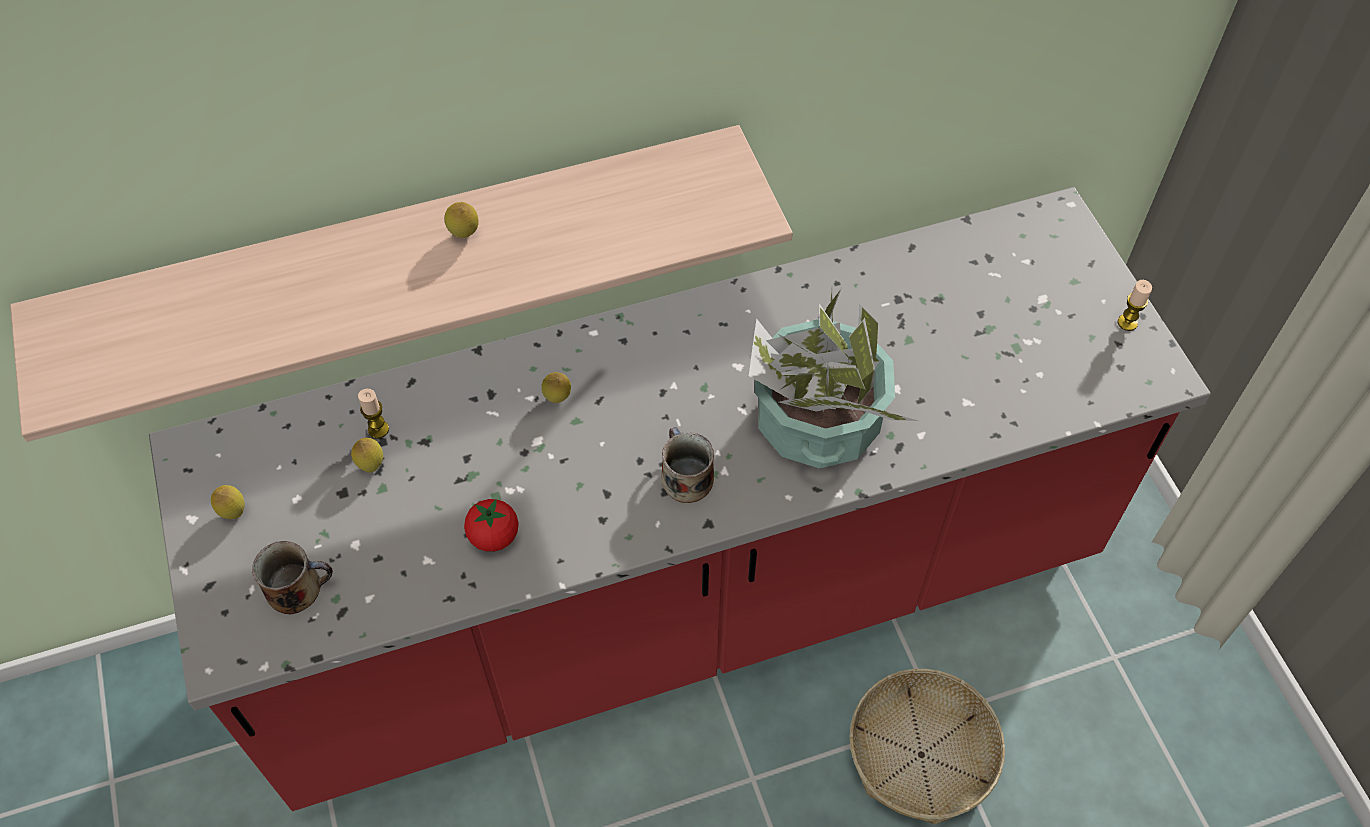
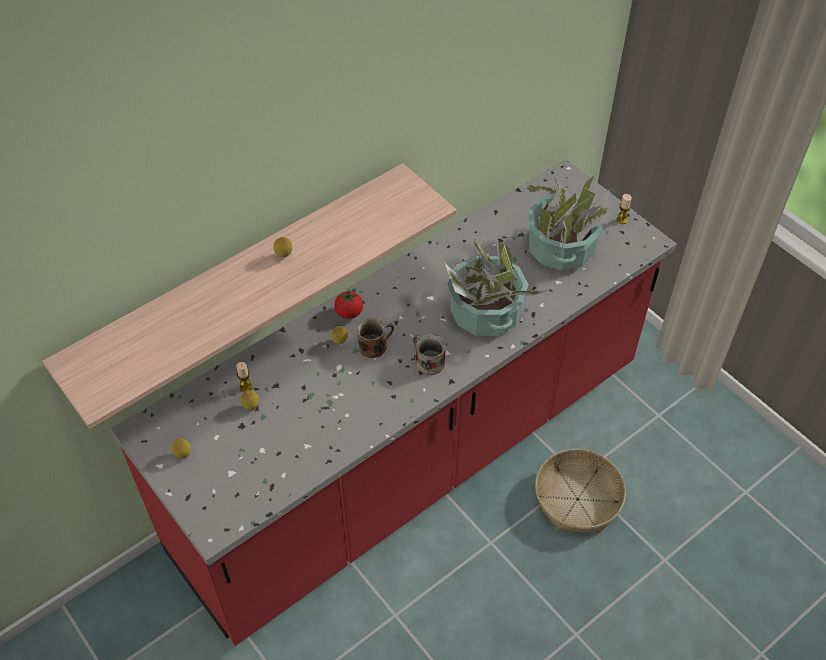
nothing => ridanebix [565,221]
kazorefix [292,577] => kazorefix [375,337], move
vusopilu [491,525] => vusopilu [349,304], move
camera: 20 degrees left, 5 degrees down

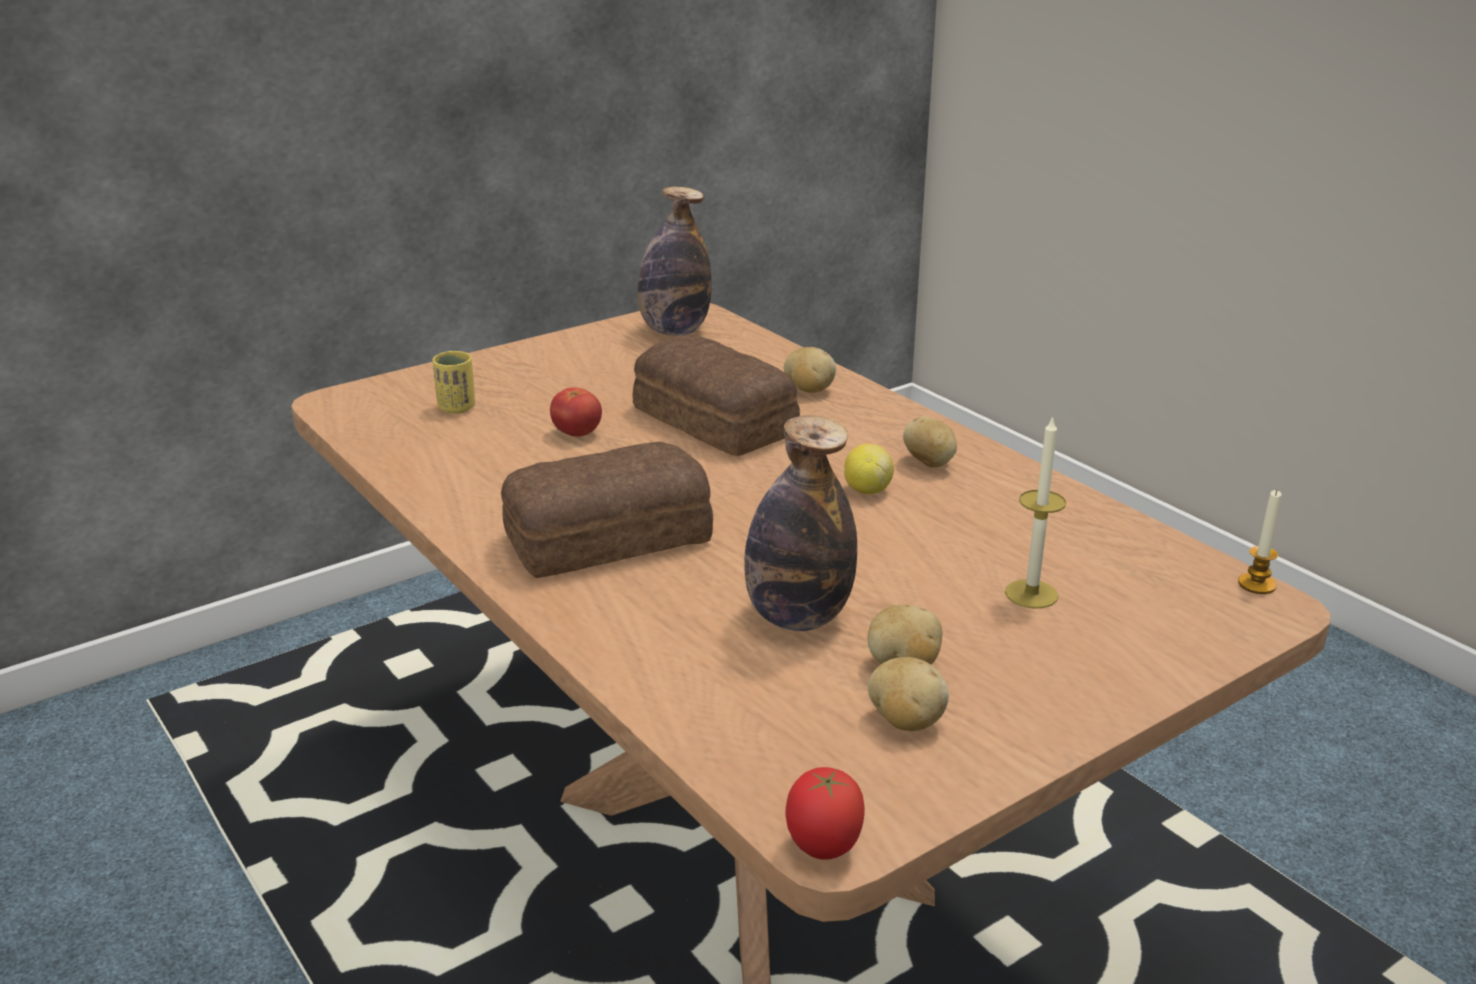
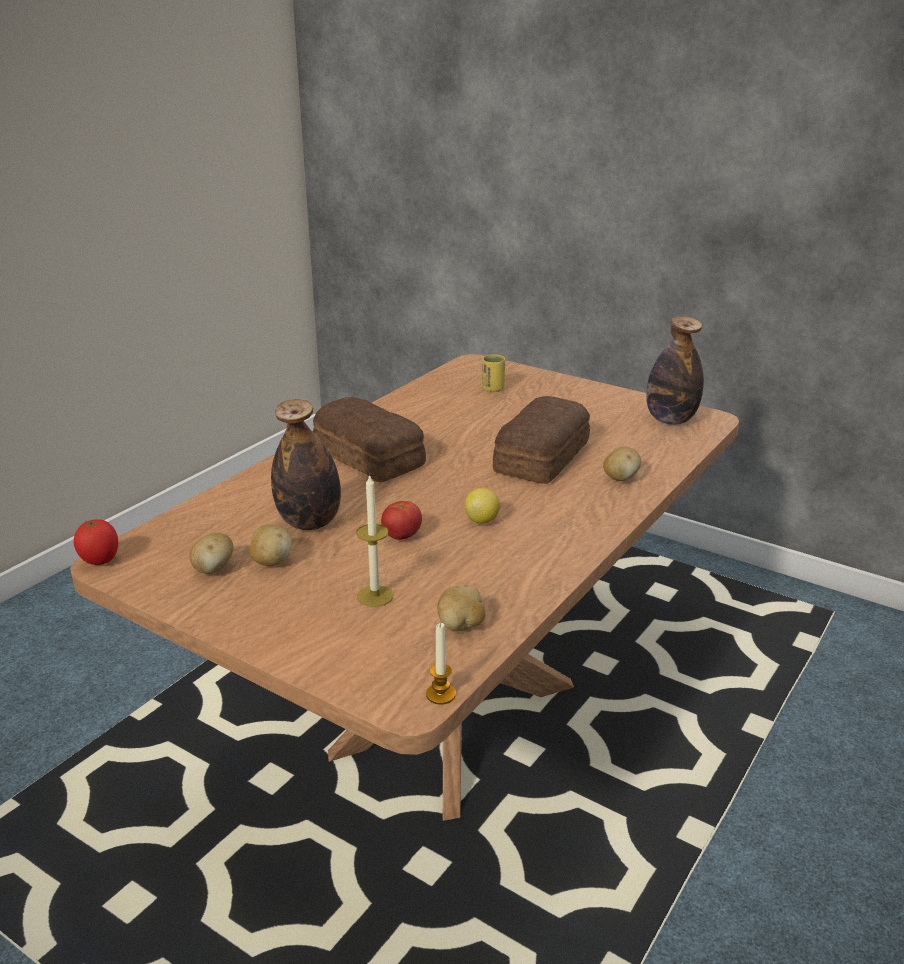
vusopilu [576,412] => vusopilu [401,520], move
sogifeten [930,442] => sogifeten [461,608], move
camera: 70 degrees right, 0 degrees up

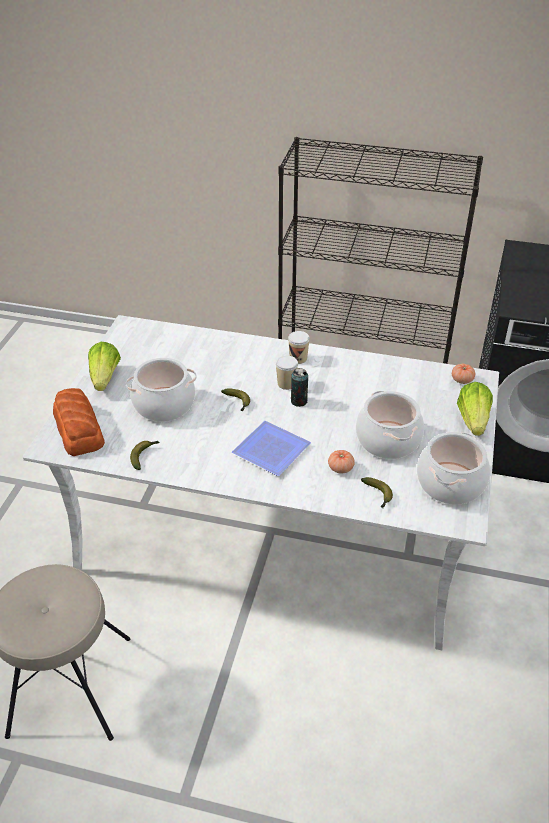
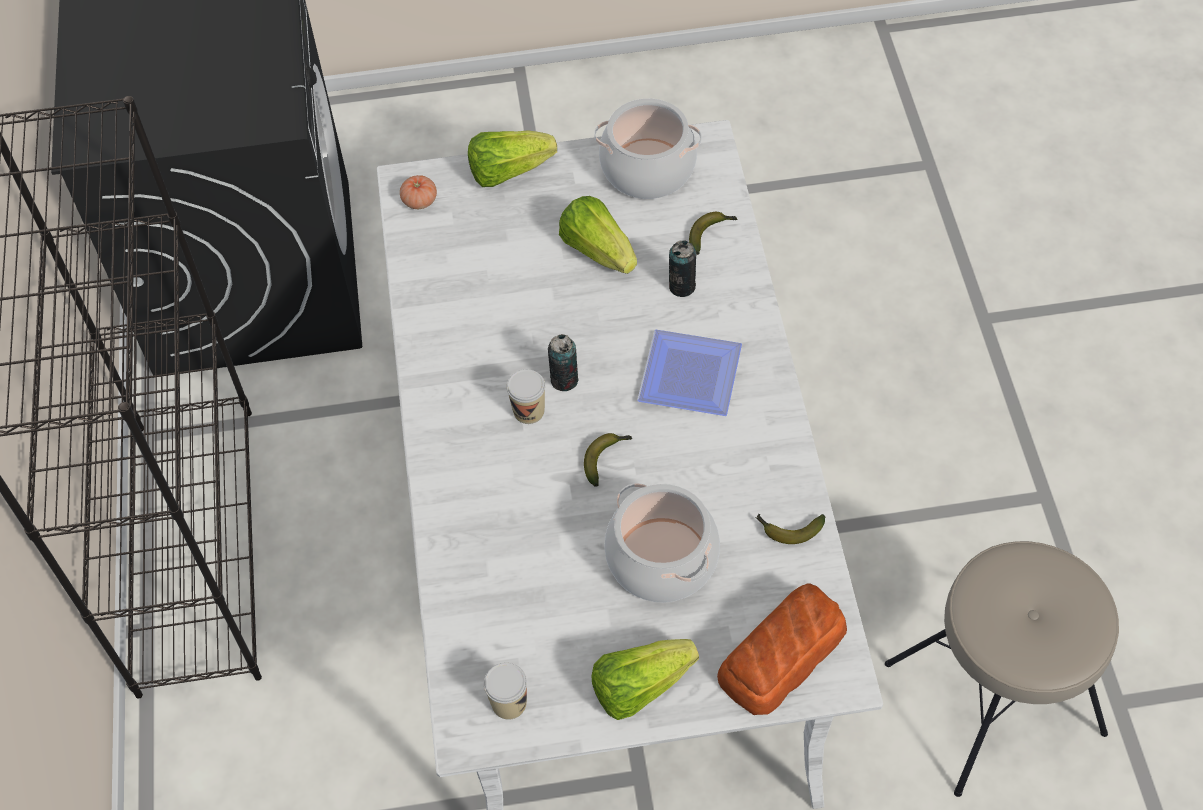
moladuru [299,347] => moladuru [505,691], move
vusopilu [341,462] => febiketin [683,268]
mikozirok [390,425] => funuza [598,235]
camera: 110 degrees left, 15 degrees up

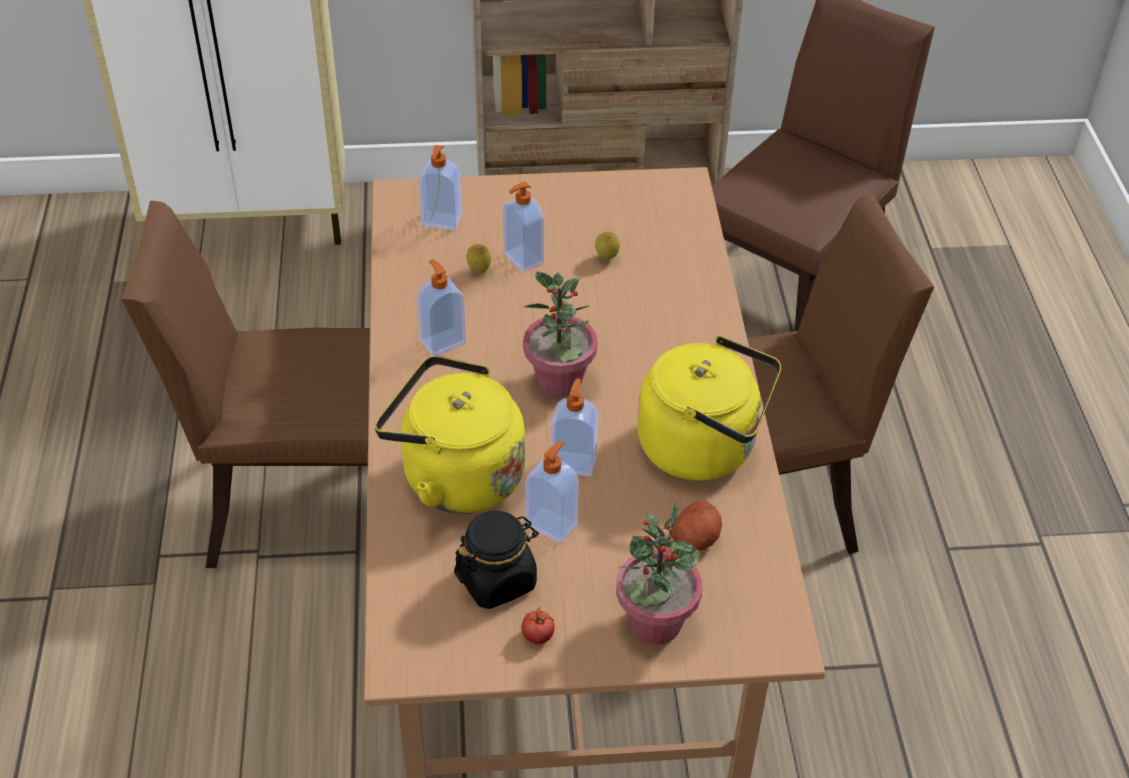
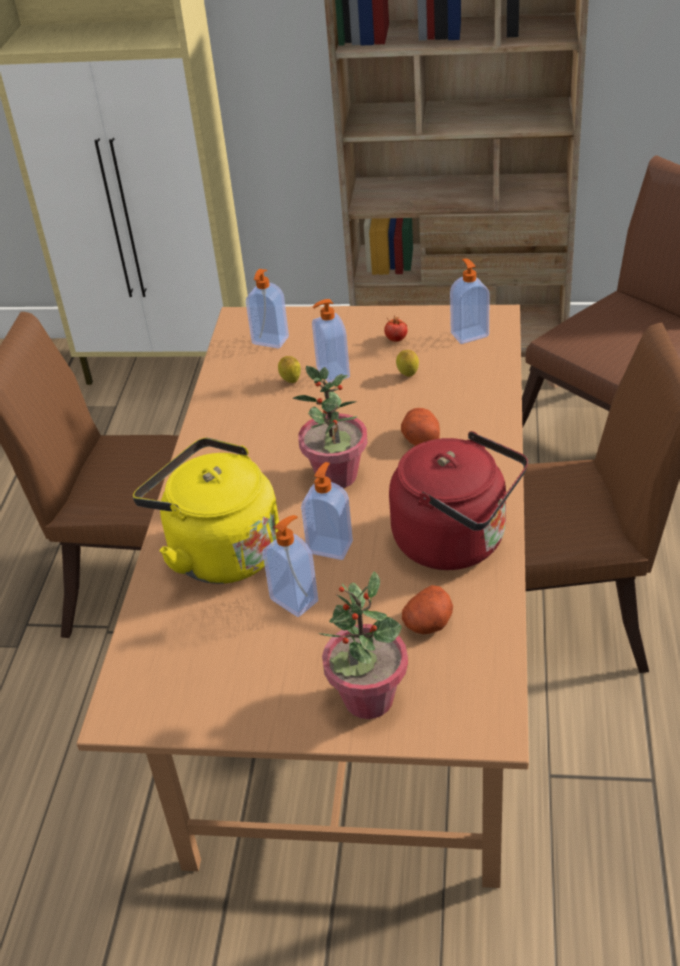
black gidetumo [496,560] => nothing
nothing => sogifeten [420,427]
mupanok [441,308] => mupanok [470,301], move
vusopilu [538,625] => vusopilu [395,329], move
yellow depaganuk [709,408] => red depaganuk [458,500]
camera: 15 degrees right, 5 degrees down

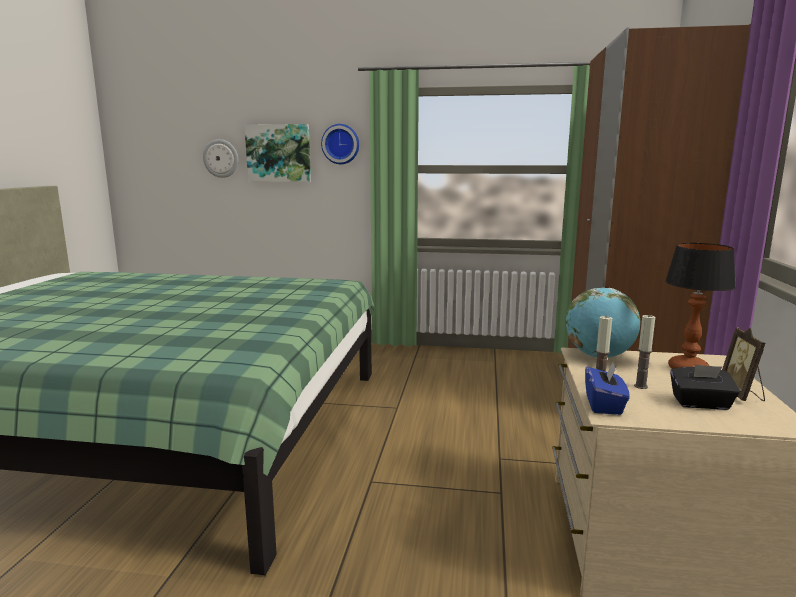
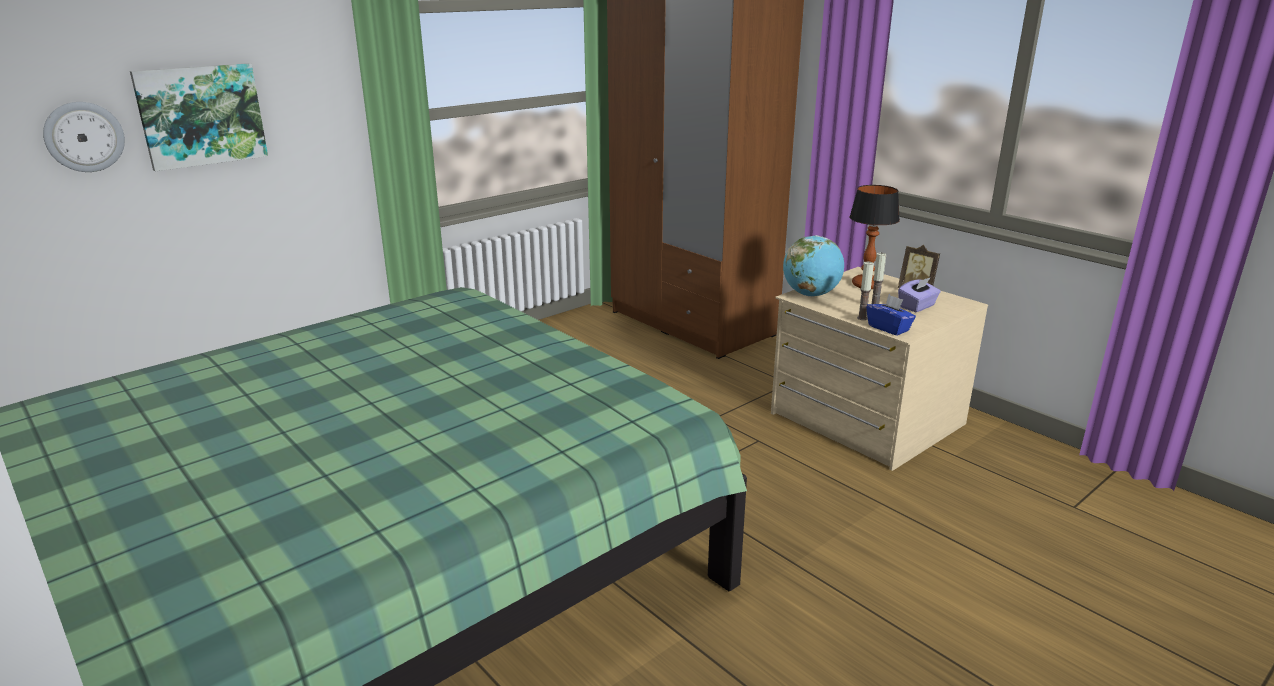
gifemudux [340,144] => nothing
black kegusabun [705,387] => purple kegusabun [919,294]
camera: 50 degrees left, 10 degrees up

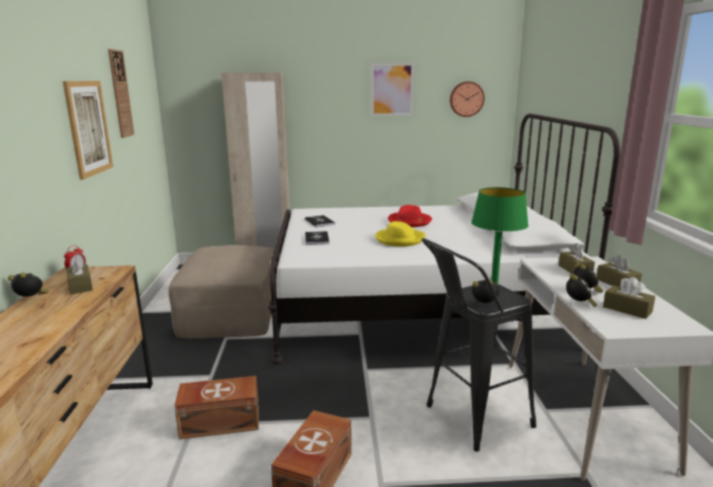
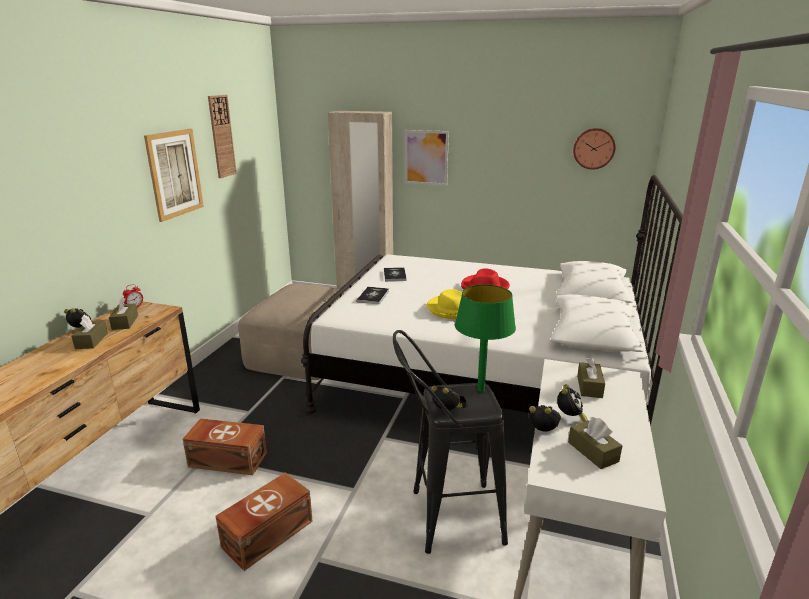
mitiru [392,89] => mitiru [427,158], move
brown kegusabun [619,271] => brown kegusabun [89,332], move
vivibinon [581,290] => vivibinon [545,418], 90 degrees counterclockwise
camera: 20 degrees right, 5 degrees up

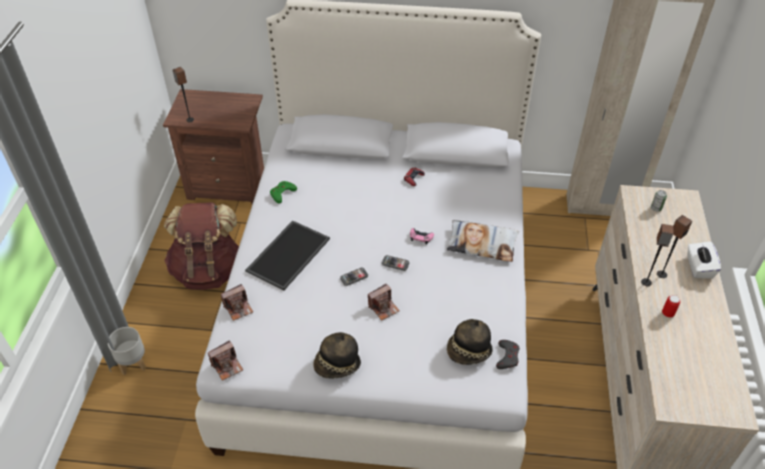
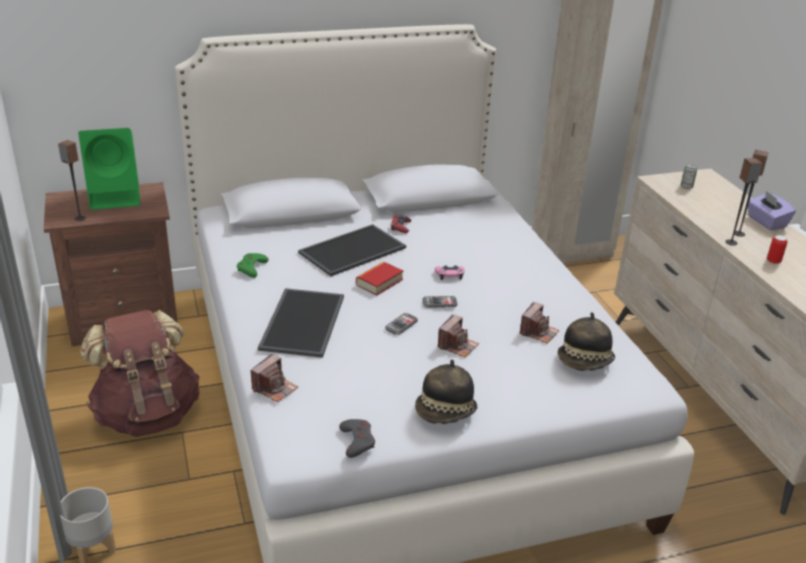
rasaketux [483,241] => nothing
nothing => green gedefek [109,169]
nothing => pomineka [352,250]
nothing => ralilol [379,278]
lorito [225,360] => lorito [539,323], move
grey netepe [508,354] => grey netepe [357,438], move
white kegusabun [704,260] => purple kegusabun [772,210]
camera: 25 degrees left, 15 degrees down

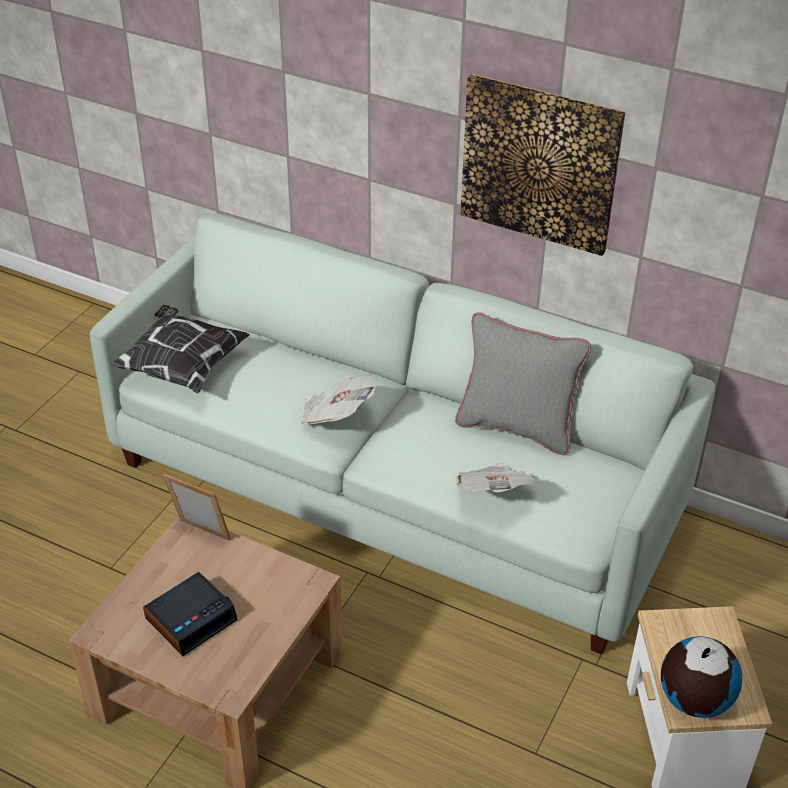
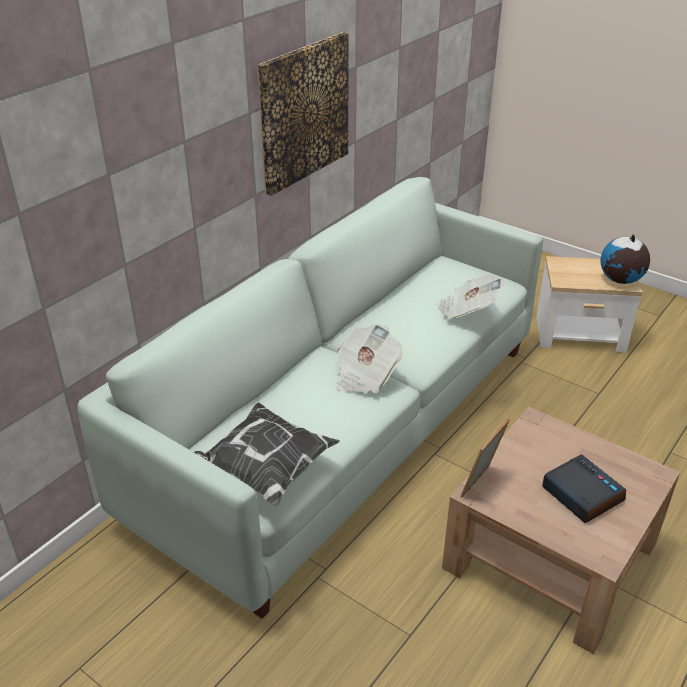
grey rasaketux [523,383] => nothing
camera: 80 degrees left, 5 degrees down

